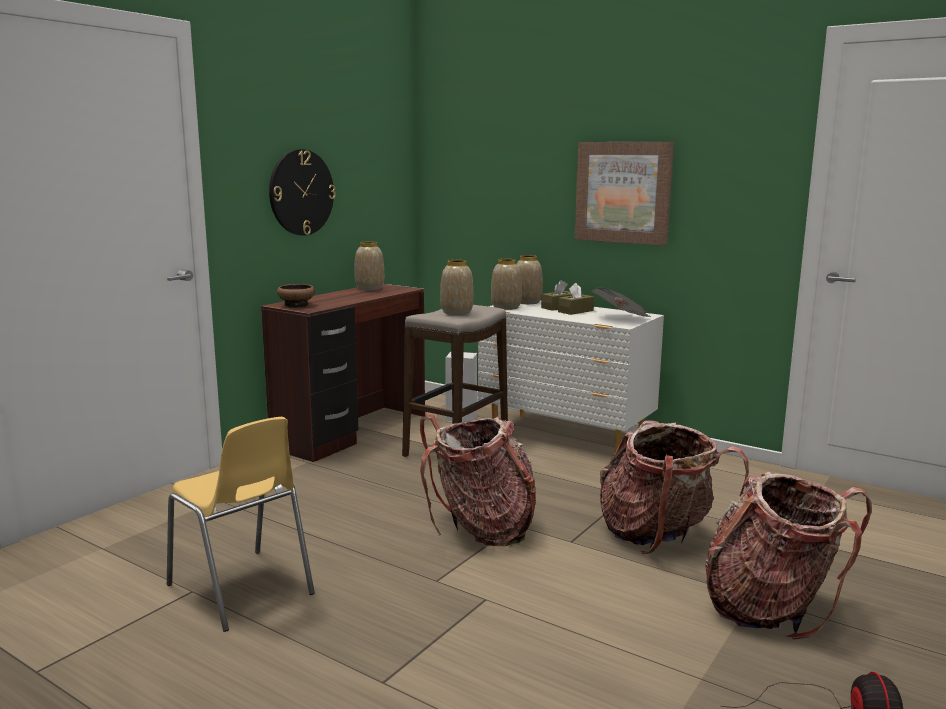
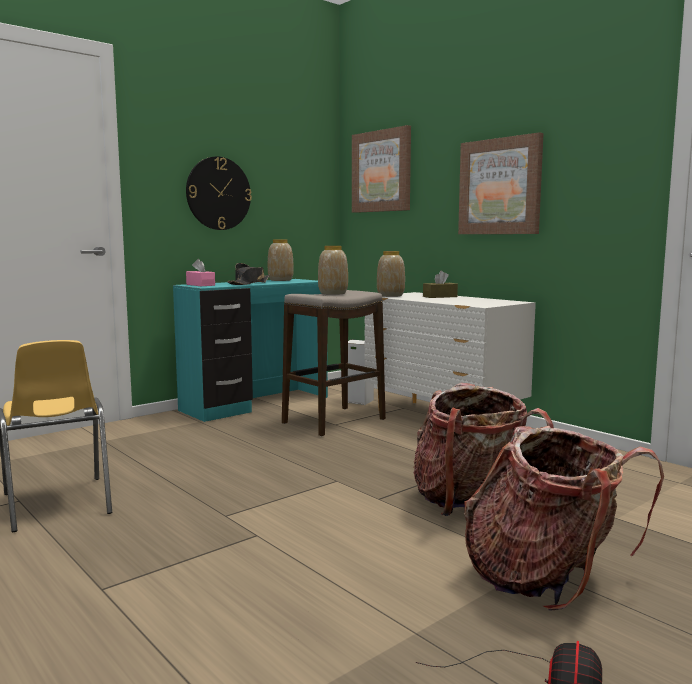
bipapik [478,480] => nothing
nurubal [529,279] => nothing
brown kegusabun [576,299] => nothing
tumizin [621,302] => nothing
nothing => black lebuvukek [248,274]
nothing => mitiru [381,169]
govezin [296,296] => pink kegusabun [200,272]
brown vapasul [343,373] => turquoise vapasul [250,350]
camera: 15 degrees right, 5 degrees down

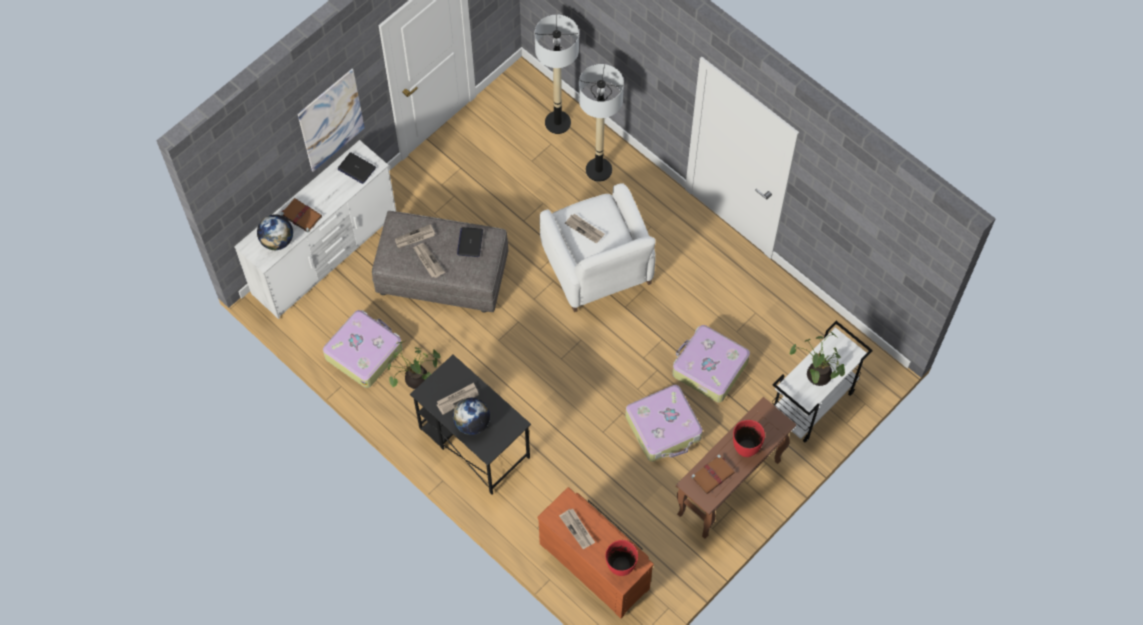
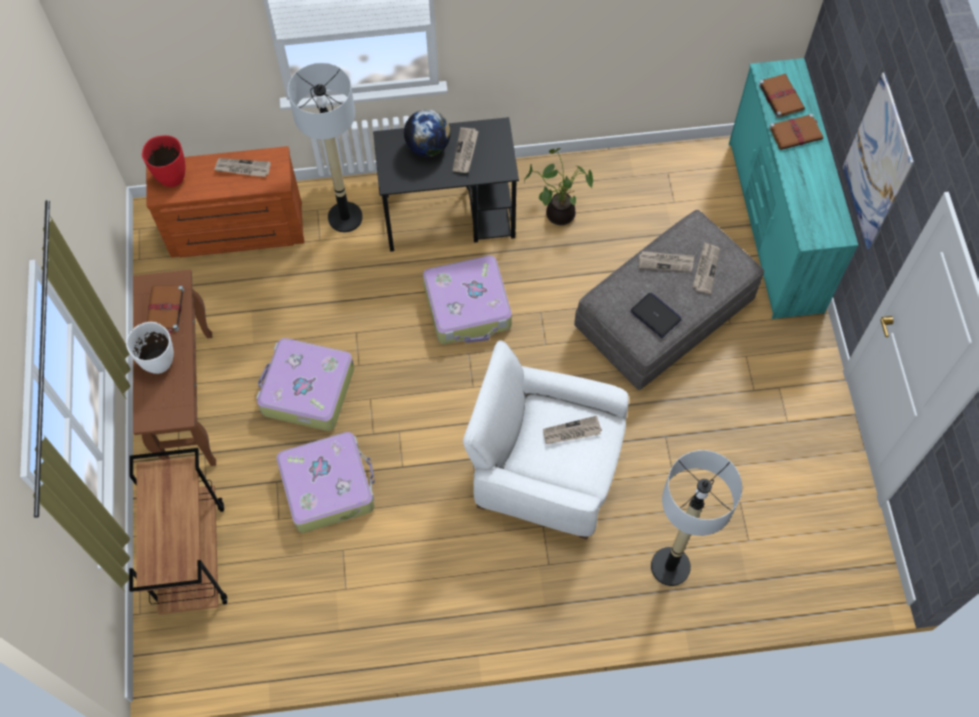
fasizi [357,168] => nothing
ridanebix [817,358] => nothing
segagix [363,349] => segagix [467,299], move
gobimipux [557,74] => gobimipux [325,147], move
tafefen [275,232] => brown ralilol [781,96]
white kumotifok [315,229] => turquoise kumotifok [793,188]
red nurubal [749,438] => white nurubal [150,348]
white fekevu [822,381] => brown fekevu [178,531]
camera: 130 degrees right, 0 degrees up

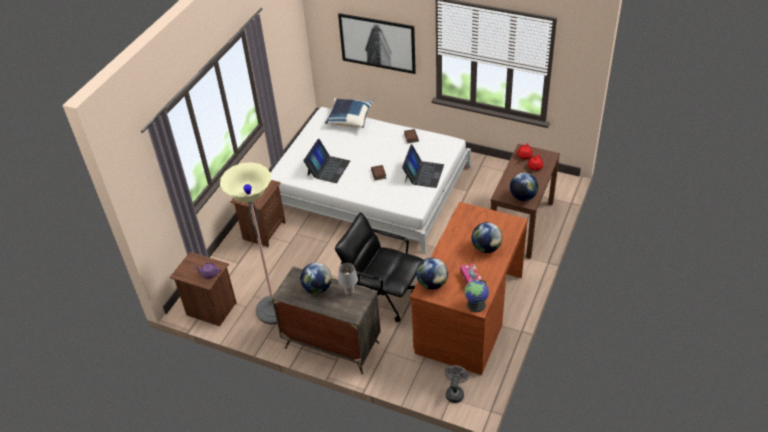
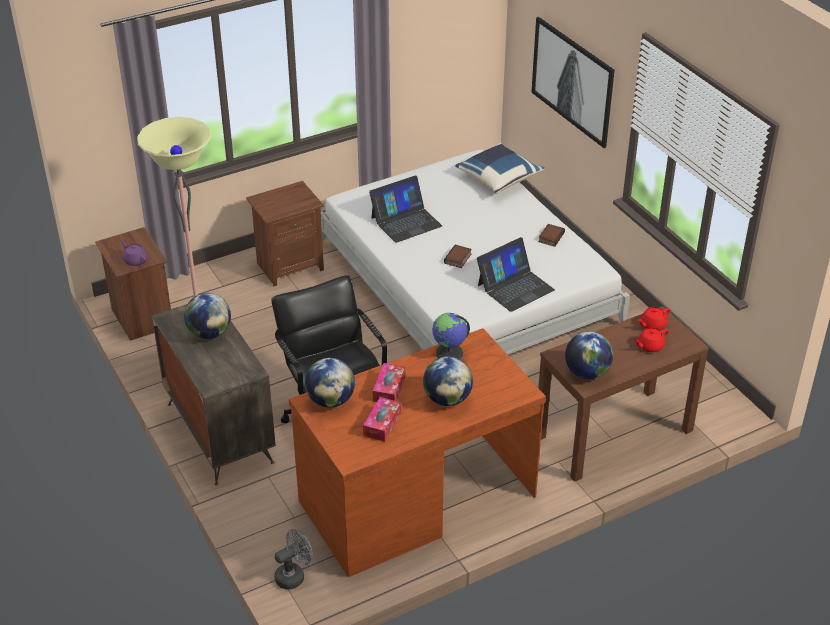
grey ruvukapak [348,279] => nothing
nothing => kegusabun [389,382]
tafefen [476,296] => tafefen [451,336], move
camera: 35 degrees right, 5 degrees down

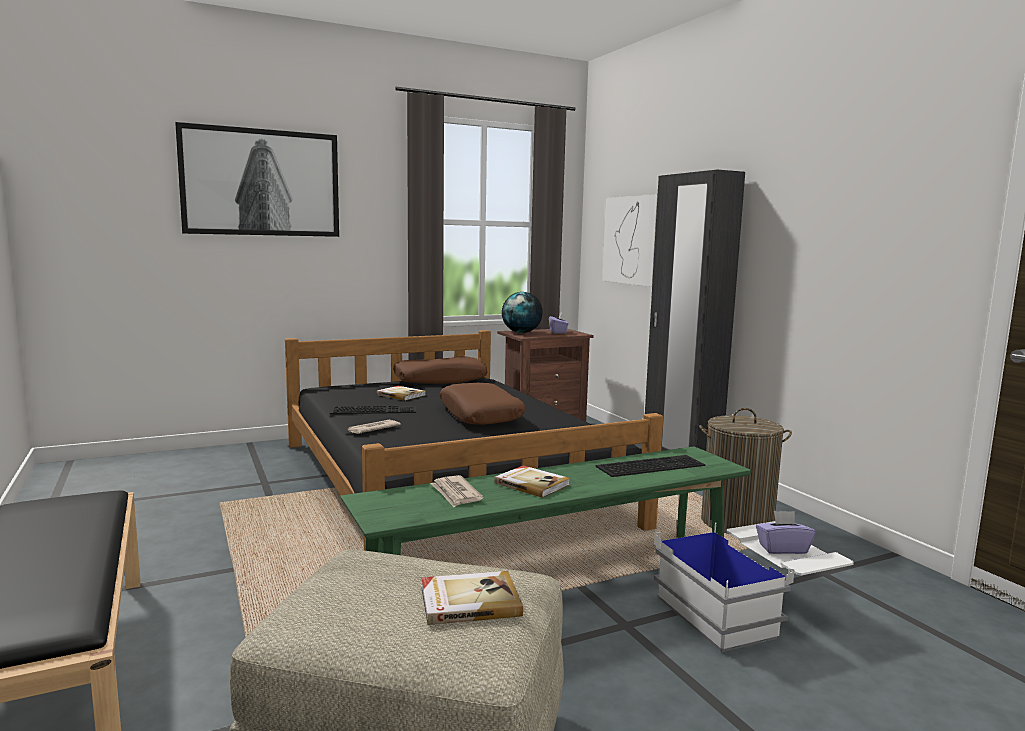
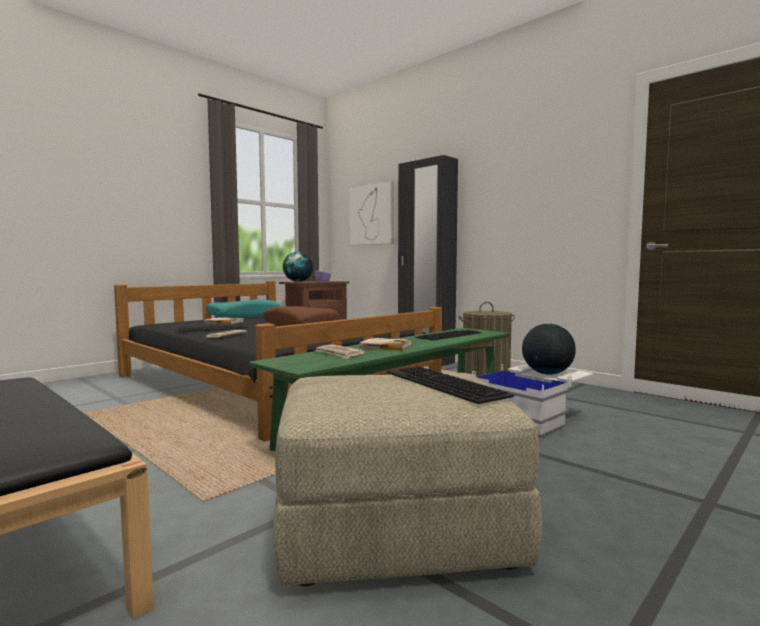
mitiru [257,179] => nothing
ralilol [472,598] => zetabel [450,385]
purple kegusabun [786,532] => tafefen [549,349]
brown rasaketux [440,370] => turquoise rasaketux [243,308]
camera: 20 degrees left, 5 degrees down

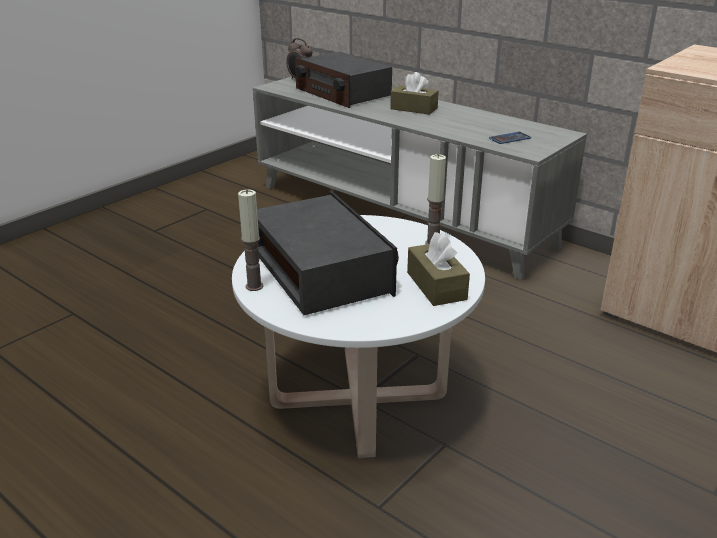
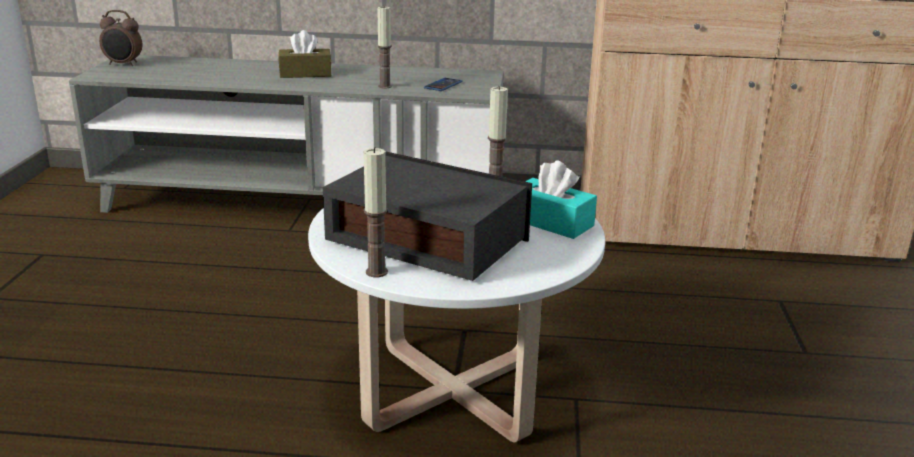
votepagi [343,80] => nothing
nothing => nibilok [384,47]
brown kegusabun [438,269] => turquoise kegusabun [561,199]
camera: 35 degrees left, 5 degrees down

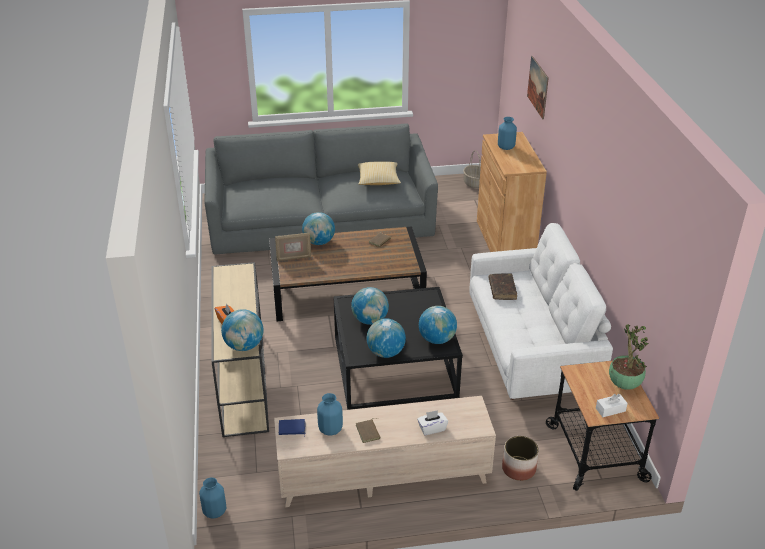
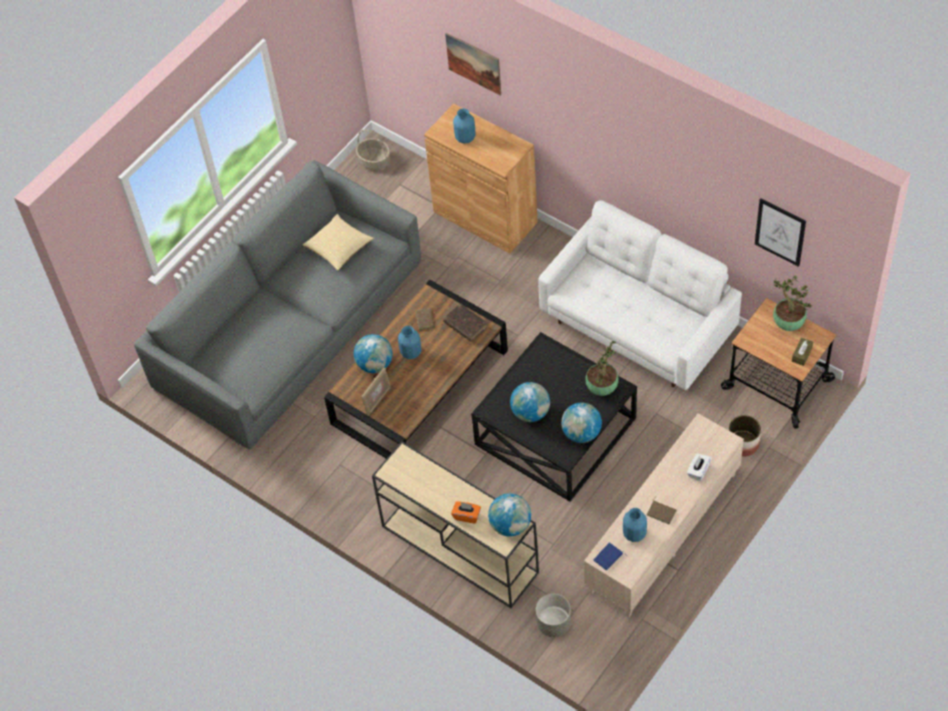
nothing => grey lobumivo [553,615]
nothing => mitiru [780,232]
blue nurubal [212,498] => blue nurubal [409,342], move
brown ralilol [503,287] => brown ralilol [465,322], move
tafefen [438,325] => ridanebix [602,368]
white kegusabun [612,405] => brown kegusabun [802,352]
camera: 40 degrees left, 20 degrees up

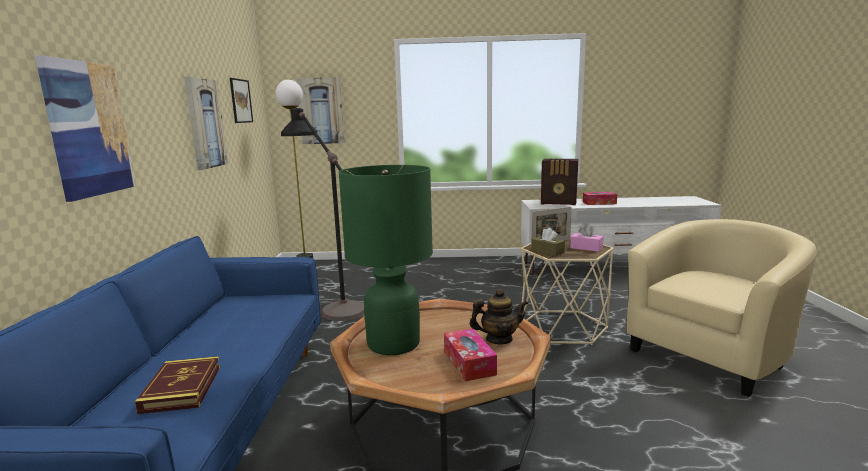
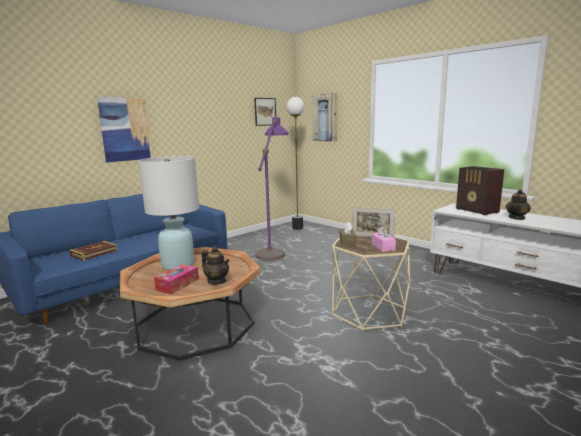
mitiru [206,123] => nothing
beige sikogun [721,308] => nothing
kegusabun [600,198] => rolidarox [518,204]
black gobimipux [322,214] => purple gobimipux [271,189]
green ruvukapak [386,260] => white ruvukapak [169,213]
camera: 45 degrees right, 0 degrees up

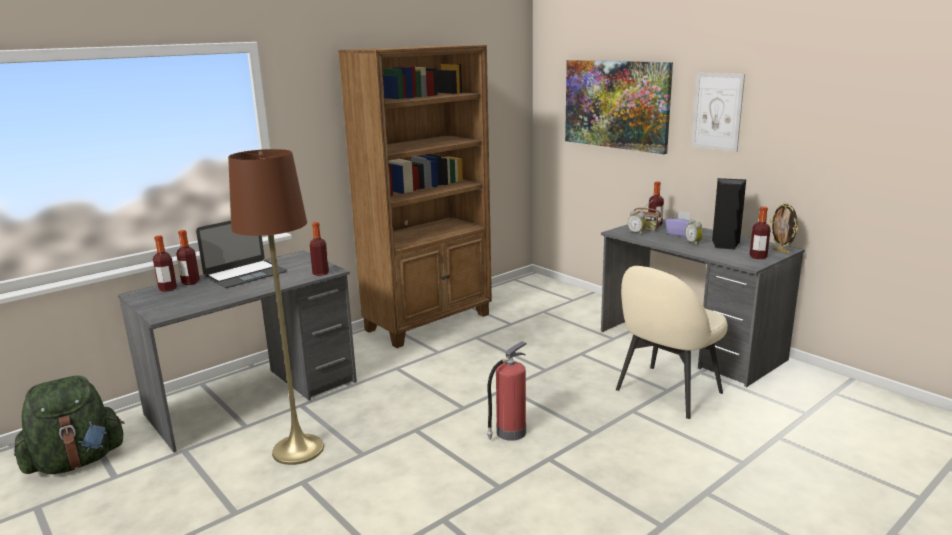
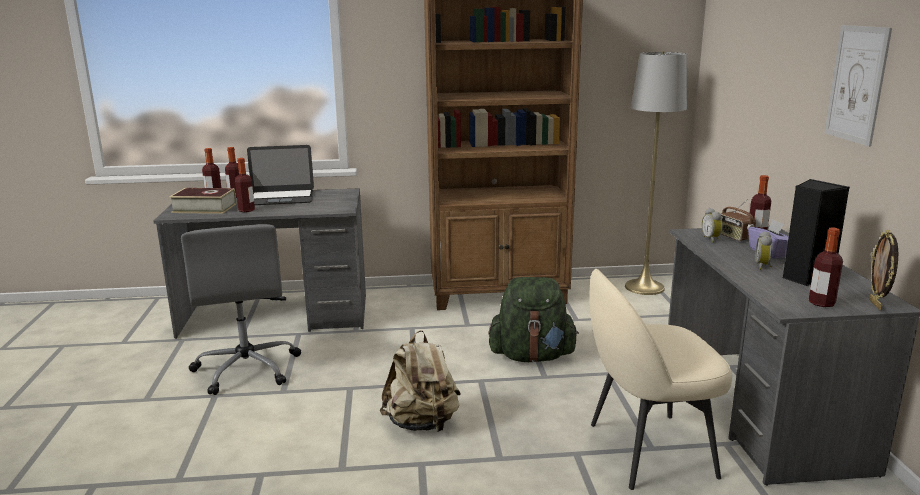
mitiru [619,107] => nothing
nothing => ralilol [202,201]
nothing => grey gobimipux [656,173]
green bipapik [69,424] => green bipapik [533,319], move
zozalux [319,249] => zozalux [245,185], move
brown gobimipux [276,307] => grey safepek [241,309]
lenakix [507,391] => beige bipapik [420,381]
camera: 35 degrees right, 0 degrees up

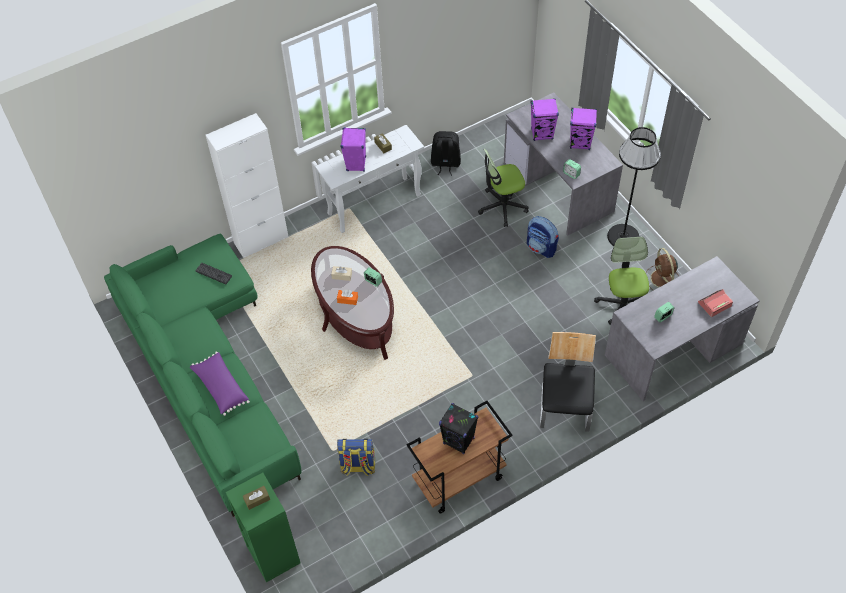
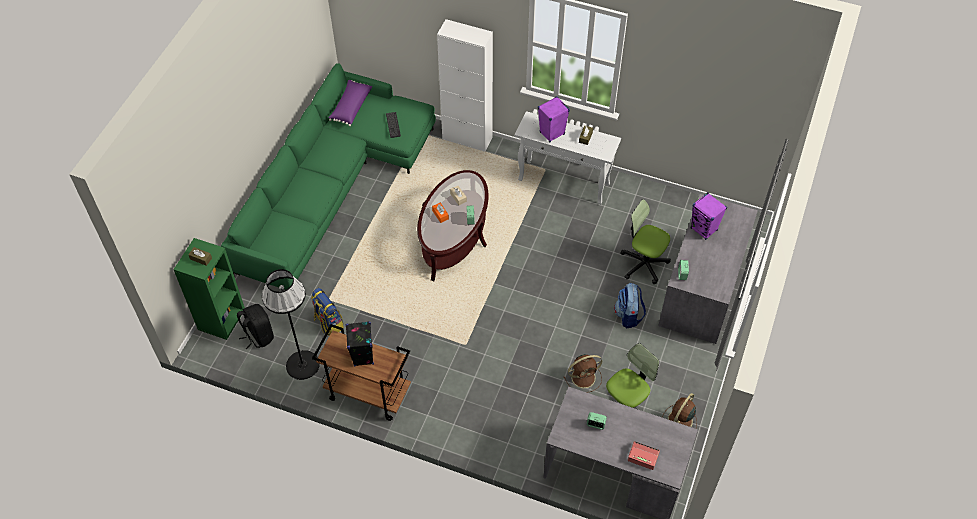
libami [568,382] => nothing
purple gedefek [583,128] => nothing
nothing => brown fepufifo [583,373]
purple rasaketux [220,384] => purple rasaketux [350,103], move
black bipapik [446,153] => black bipapik [255,327], move
black gobimipux [634,186] => black gobimipux [291,324], move
camera: 50 degrees right, 0 degrees up

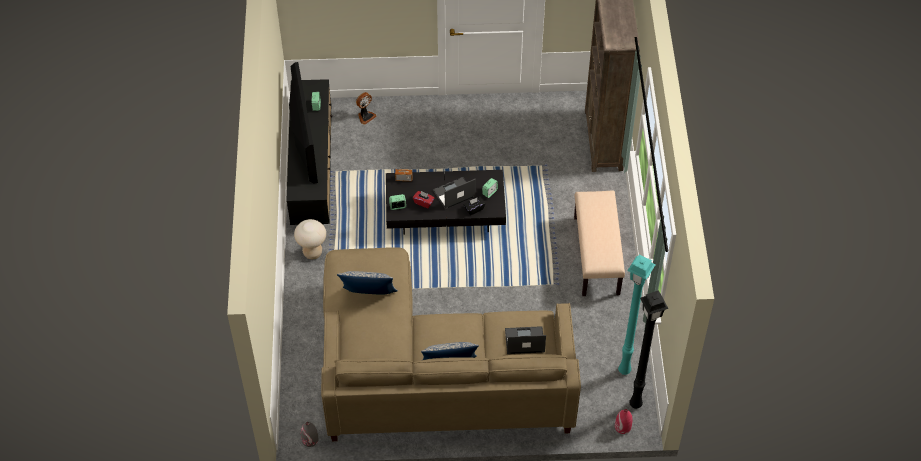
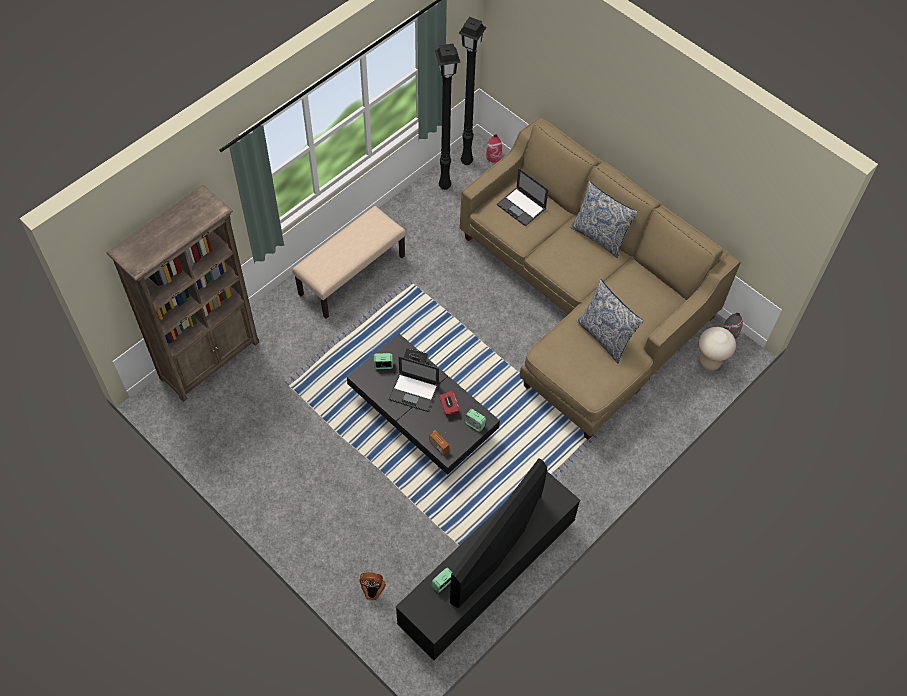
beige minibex [310,239] => beige minibex [717,349], move
turquoise gobimipux [637,315] => black gobimipux [447,117]
camera: 135 degrees left, 5 degrees up

